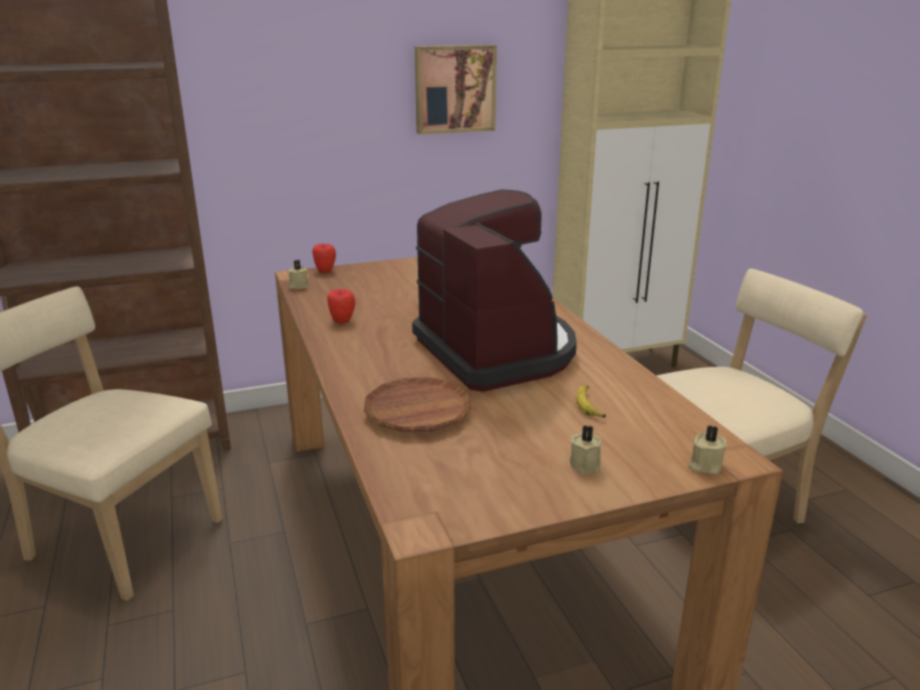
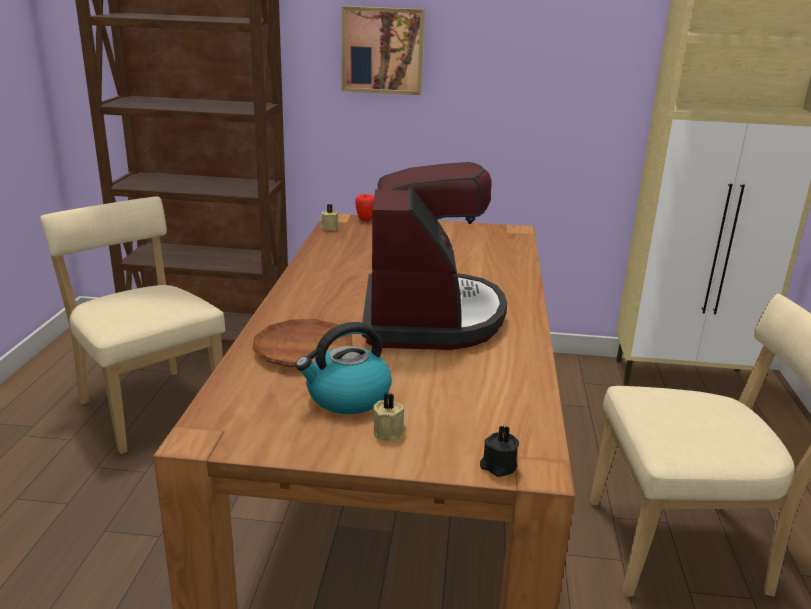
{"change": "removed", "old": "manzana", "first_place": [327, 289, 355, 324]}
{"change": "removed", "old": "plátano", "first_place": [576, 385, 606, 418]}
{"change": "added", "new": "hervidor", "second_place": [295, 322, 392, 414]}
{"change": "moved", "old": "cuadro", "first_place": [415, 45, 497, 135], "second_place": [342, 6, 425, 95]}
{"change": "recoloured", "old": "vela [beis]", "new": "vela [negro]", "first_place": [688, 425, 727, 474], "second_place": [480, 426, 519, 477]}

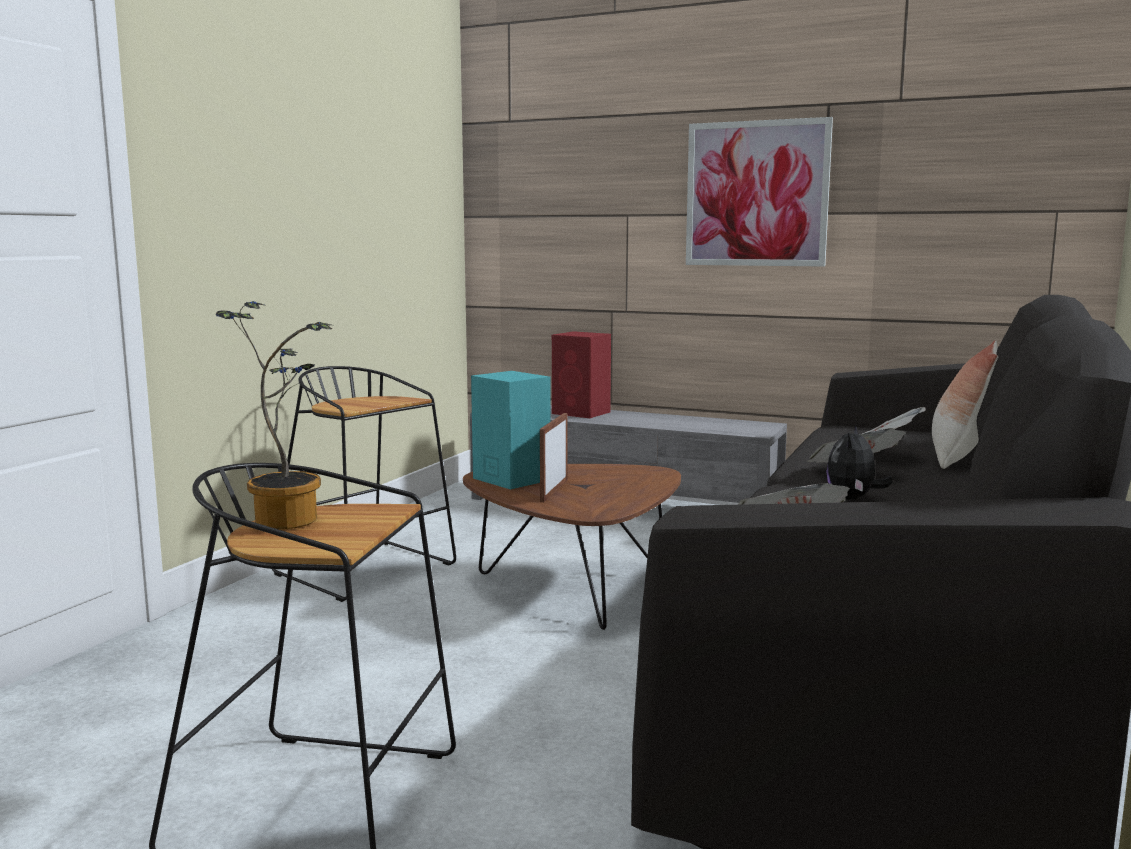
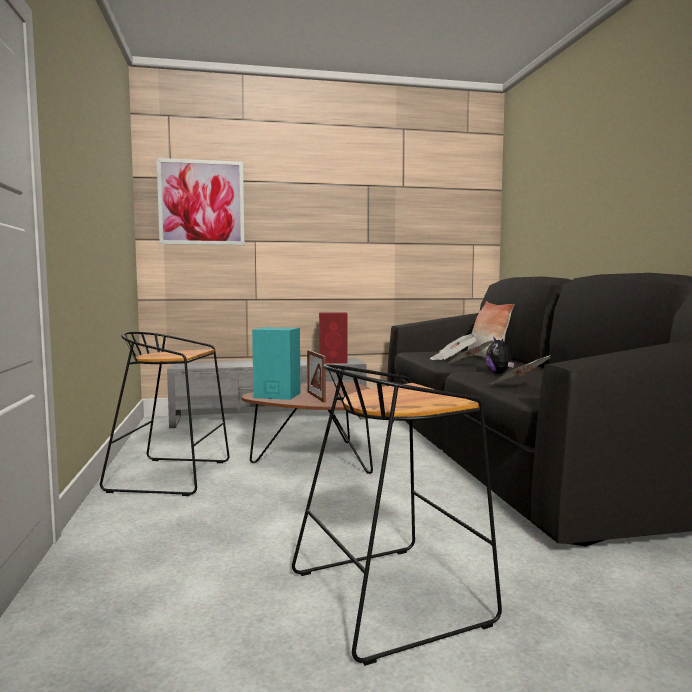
{"change": "removed", "old": "planta en maceta", "first_place": [216, 301, 332, 530]}
{"change": "moved", "old": "altavoz [rojo]", "first_place": [552, 331, 611, 418], "second_place": [319, 312, 348, 364]}
{"change": "moved", "old": "cuadro", "first_place": [686, 117, 833, 267], "second_place": [157, 158, 245, 245]}

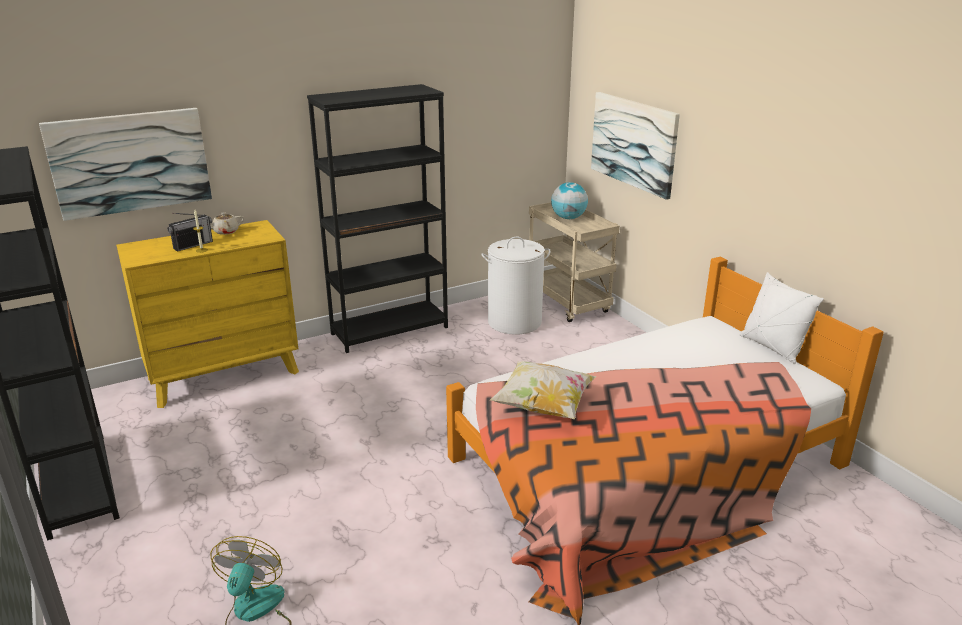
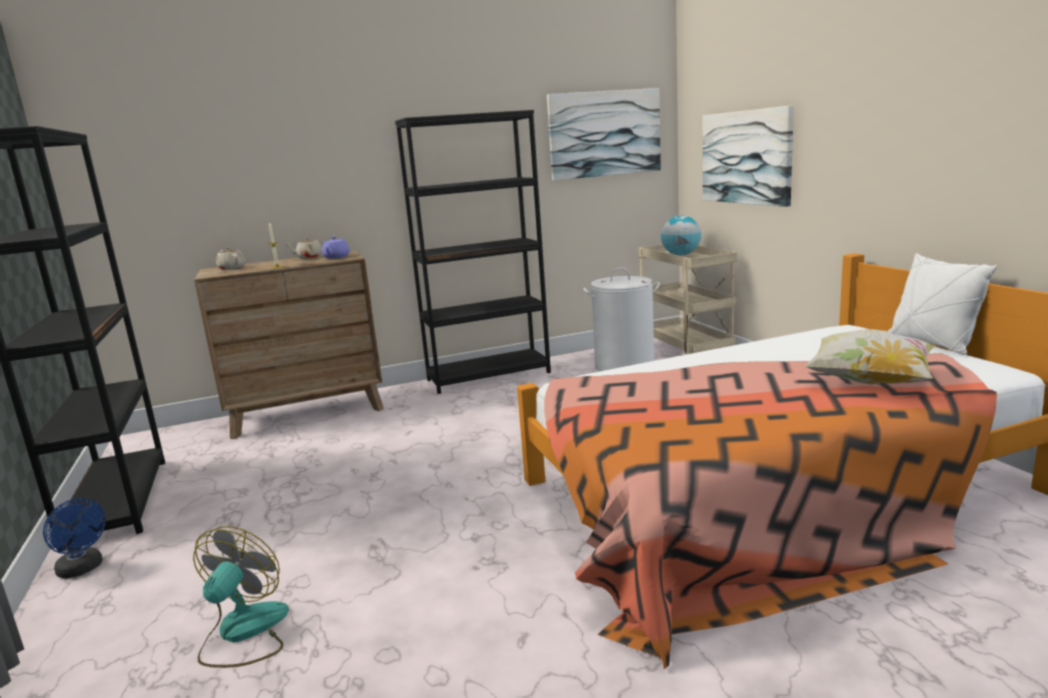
{"change": "removed", "old": "radio", "first_place": [167, 213, 213, 252]}
{"change": "added", "new": "ventilador [azul]", "second_place": [43, 498, 106, 579]}
{"change": "added", "new": "tetera [beis]", "second_place": [216, 247, 245, 270]}
{"change": "added", "new": "tetera [morado]", "second_place": [322, 236, 350, 259]}
{"change": "moved", "old": "cuadro", "first_place": [39, 108, 212, 221], "second_place": [547, 88, 661, 181]}
{"change": "moved", "old": "cojín", "first_place": [490, 361, 597, 419], "second_place": [804, 329, 935, 385]}
{"change": "recoloured", "old": "cómoda [amarillo]", "new": "cómoda [marrón]", "first_place": [116, 220, 299, 408], "second_place": [194, 251, 384, 439]}

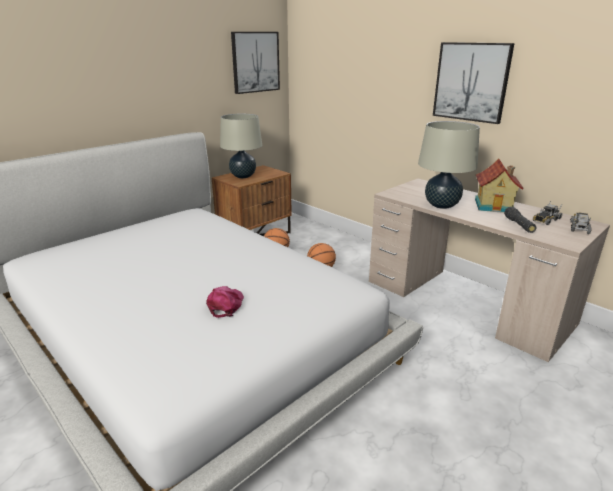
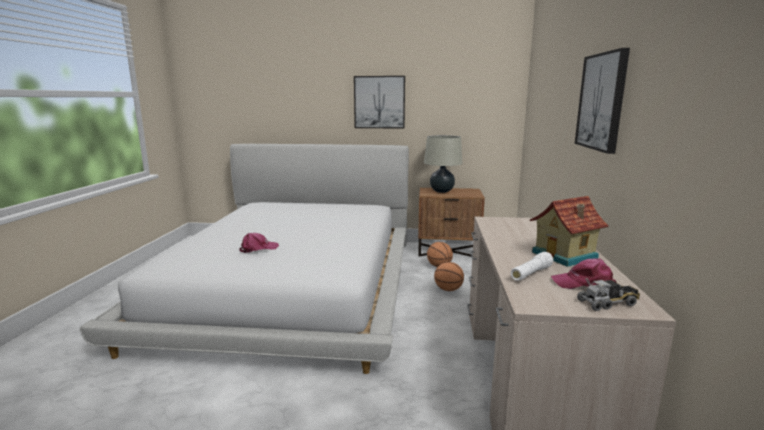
{"change": "removed", "old": "lámpara de mesa [beis]", "first_place": [418, 121, 480, 209]}
{"change": "moved", "old": "cuadro", "first_place": [231, 32, 280, 94], "second_place": [354, 76, 405, 129]}
{"change": "replaced", "old": "camión de juguete", "new": "gorra [rosa]", "first_place": [533, 201, 562, 225], "second_place": [551, 258, 617, 289]}
{"change": "recoloured", "old": "linterna [negro]", "new": "linterna [blanco]", "first_place": [504, 207, 537, 233], "second_place": [511, 252, 553, 281]}

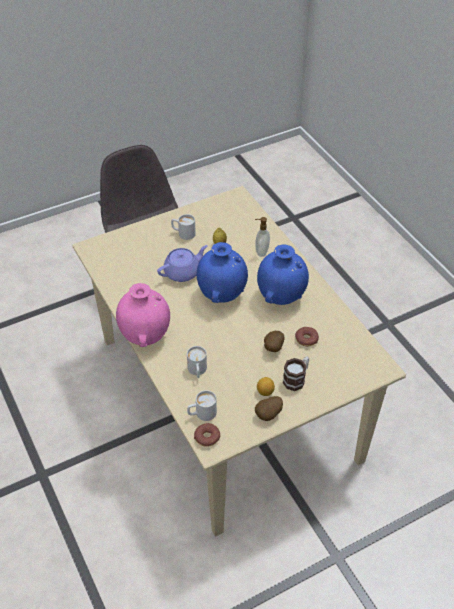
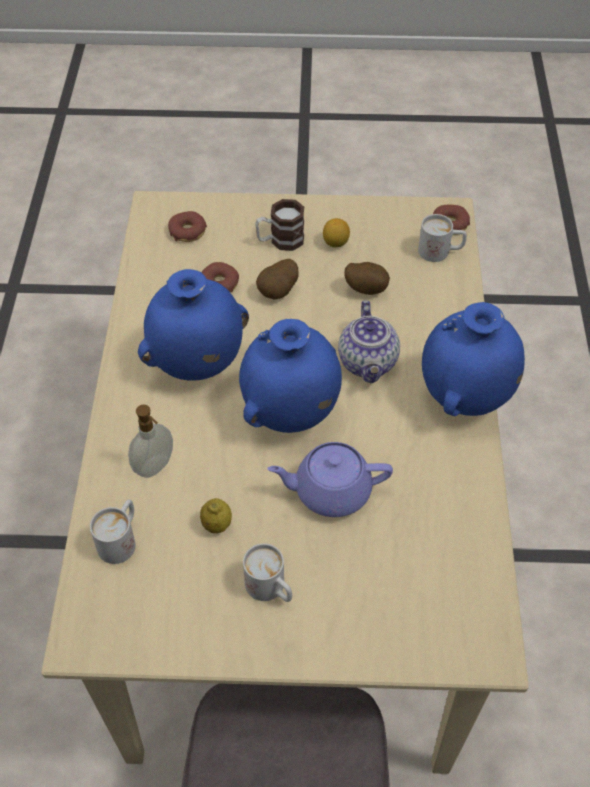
{"change": "added", "new": "rosquilla", "second_place": [168, 211, 207, 242]}
{"change": "added", "new": "tetera", "second_place": [338, 300, 400, 383]}
{"change": "moved", "old": "taza grande [blanco]", "first_place": [187, 346, 207, 378], "second_place": [90, 500, 136, 564]}
{"change": "moved", "old": "patata", "first_place": [255, 396, 283, 421], "second_place": [344, 262, 390, 295]}
{"change": "recoloured", "old": "florero [rosa]", "new": "florero [azul]", "first_place": [116, 283, 170, 347], "second_place": [422, 302, 525, 416]}

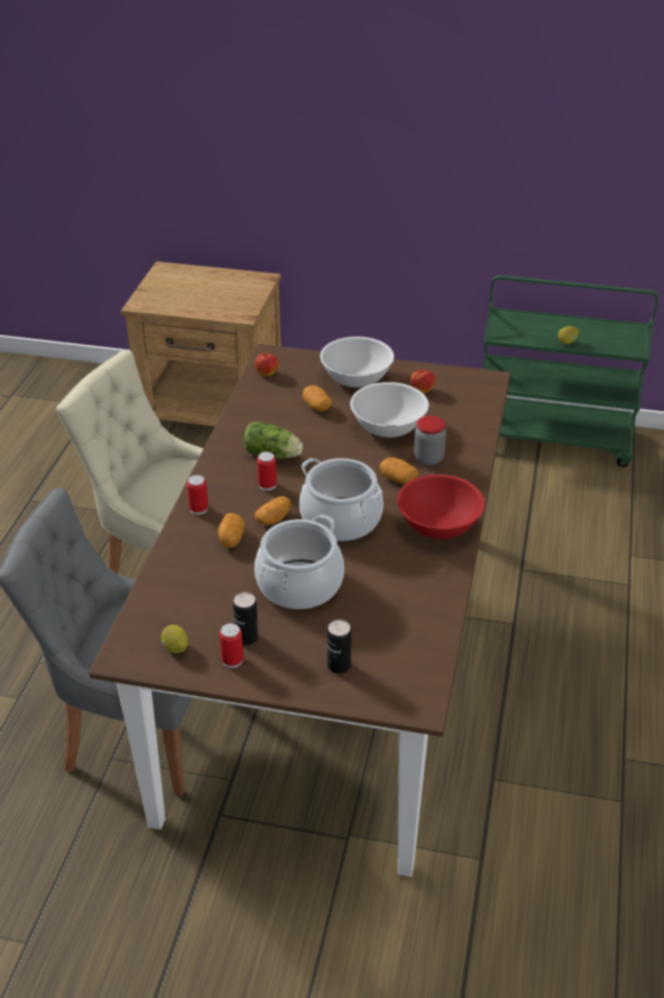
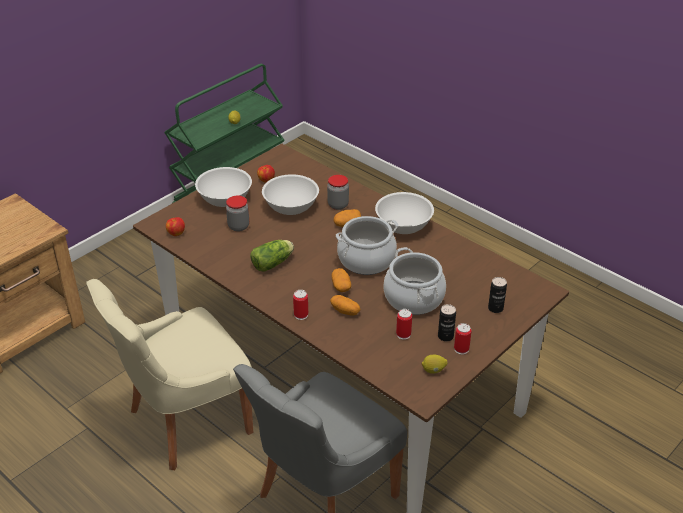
{"change": "moved", "old": "lata", "first_place": [257, 452, 277, 491], "second_place": [396, 309, 412, 340]}
{"change": "replaced", "old": "patata", "new": "tarro", "first_place": [302, 385, 332, 411], "second_place": [226, 195, 249, 232]}
{"change": "recoloured", "old": "cuenco [rojo]", "new": "cuenco [blanco]", "first_place": [397, 474, 485, 539], "second_place": [375, 192, 434, 234]}

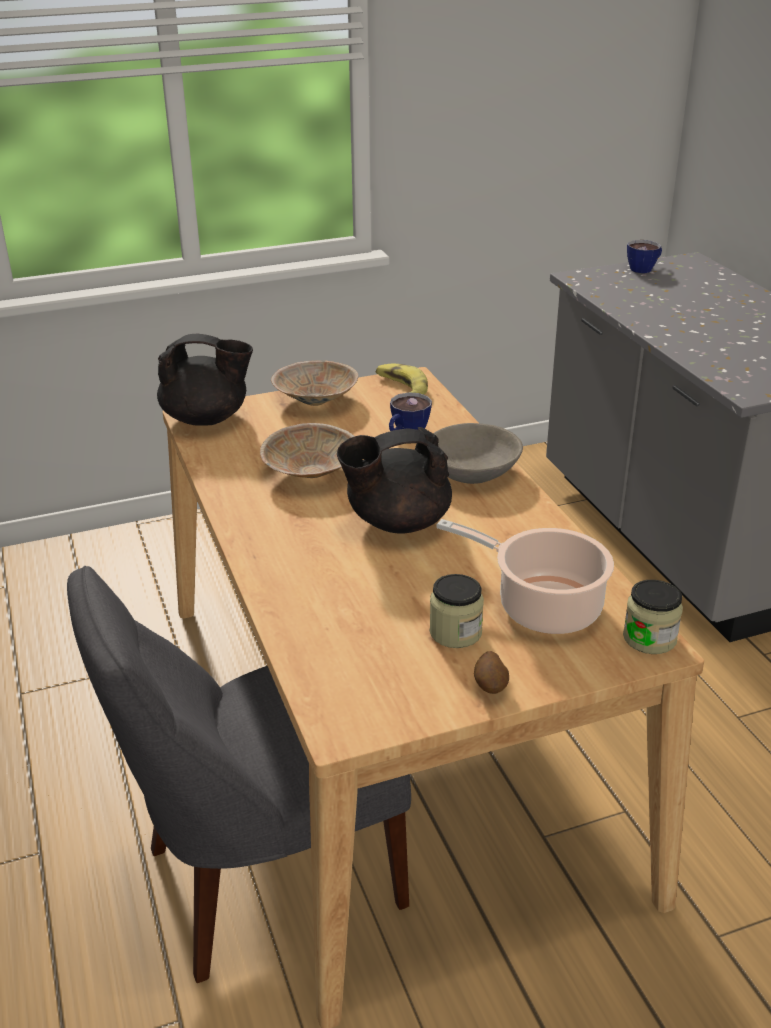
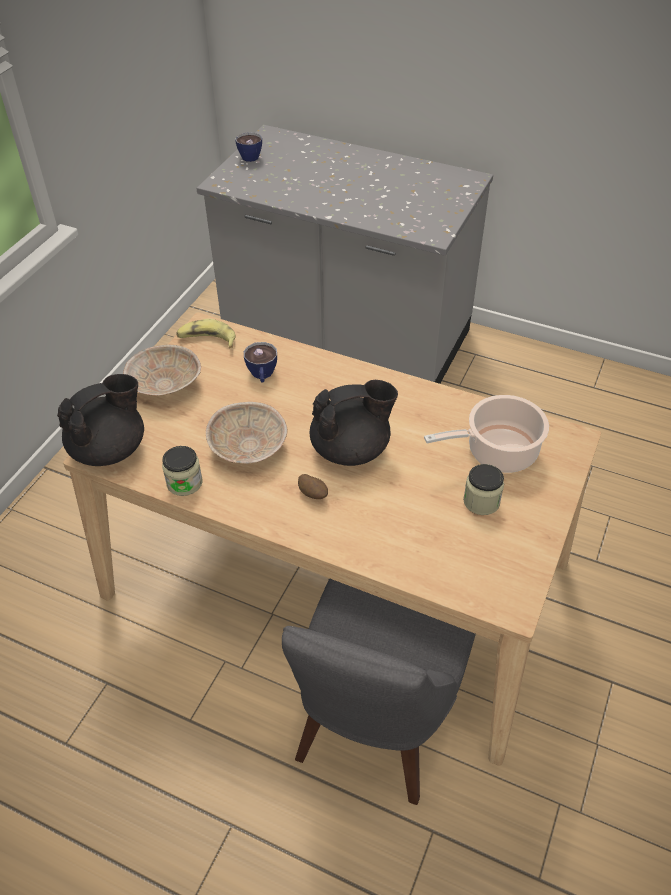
{"change": "removed", "old": "cuenco [gris]", "first_place": [433, 423, 523, 484]}
{"change": "moved", "old": "patata", "first_place": [474, 651, 509, 694], "second_place": [298, 474, 328, 499]}
{"change": "moved", "old": "tarro", "first_place": [623, 580, 683, 654], "second_place": [162, 446, 203, 496]}
{"change": "turned", "old": "tetera [negro]", "first_place": [337, 427, 452, 534], "second_place": [310, 380, 398, 466], "degrees": -135}

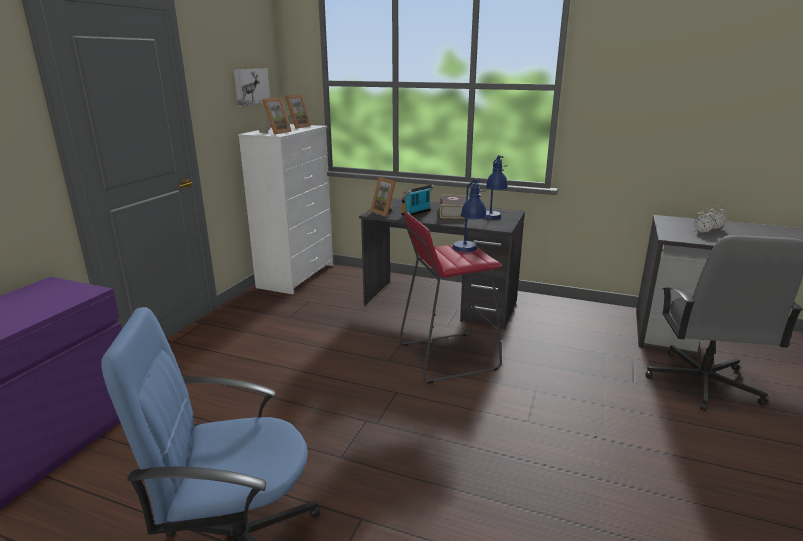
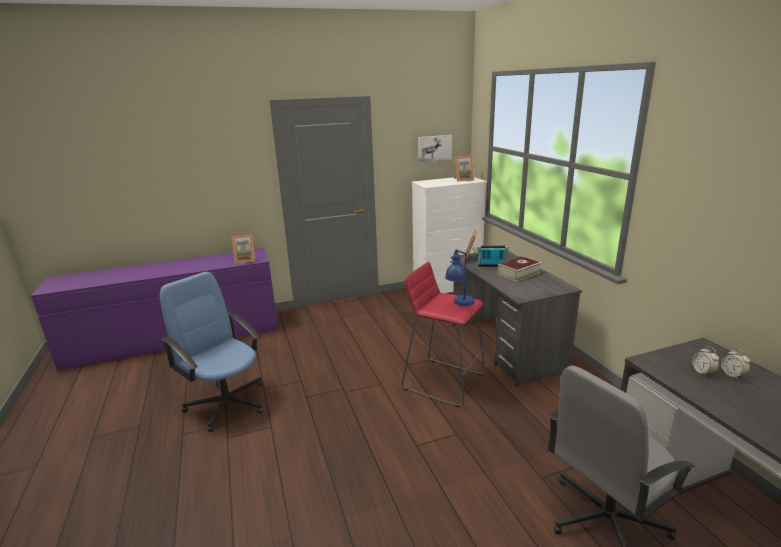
{"change": "removed", "old": "lámpara de mesa [azul]", "first_place": [484, 155, 508, 220]}
{"change": "moved", "old": "portarretratos", "first_place": [259, 97, 292, 135], "second_place": [231, 234, 255, 264]}

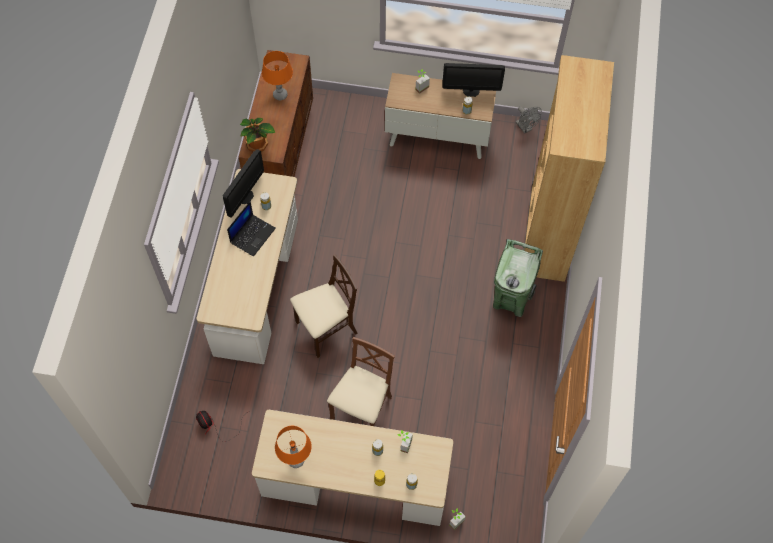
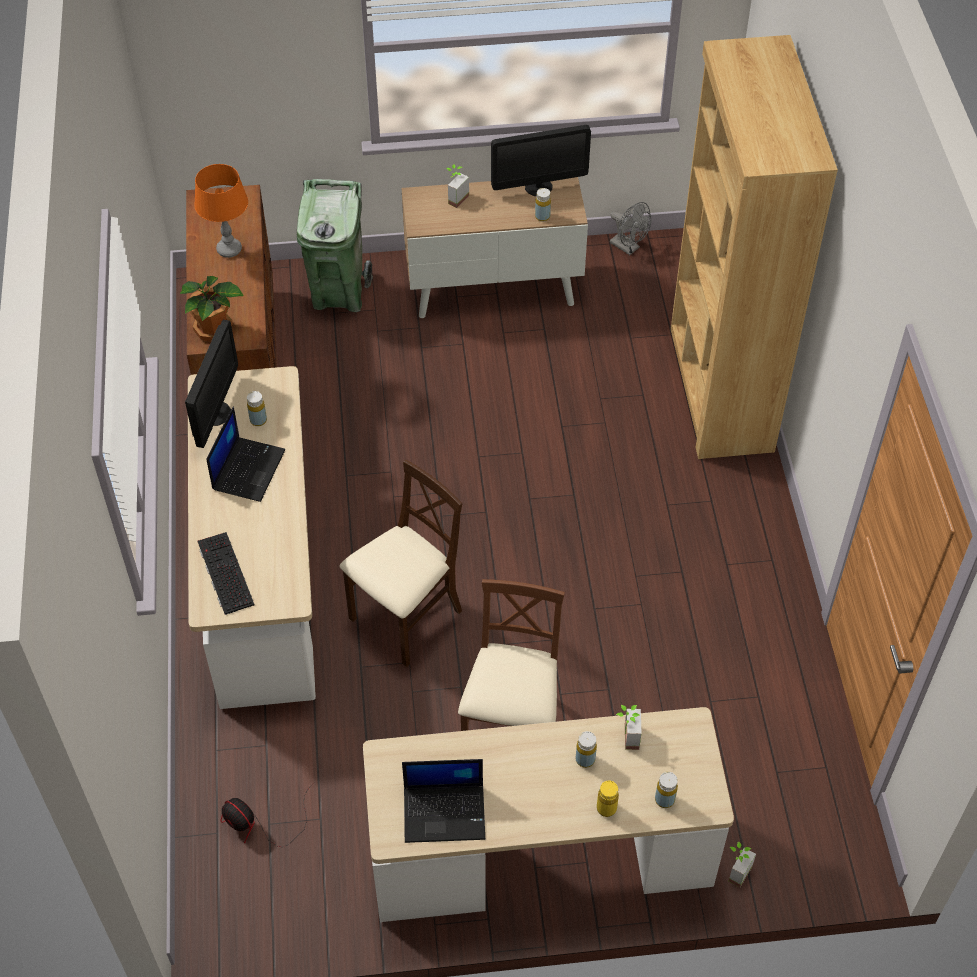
{"change": "added", "new": "teclado", "second_place": [198, 532, 255, 615]}
{"change": "moved", "old": "papelera [verde]", "first_place": [493, 239, 543, 317], "second_place": [297, 179, 373, 312]}
{"change": "replaced", "old": "lámpara de mesa [naranja]", "new": "portátil", "first_place": [275, 426, 312, 468], "second_place": [402, 759, 485, 843]}

